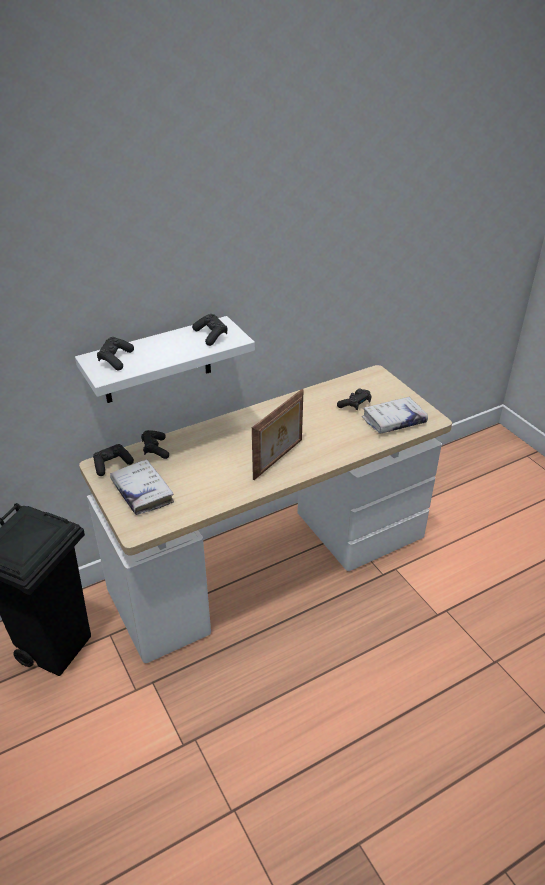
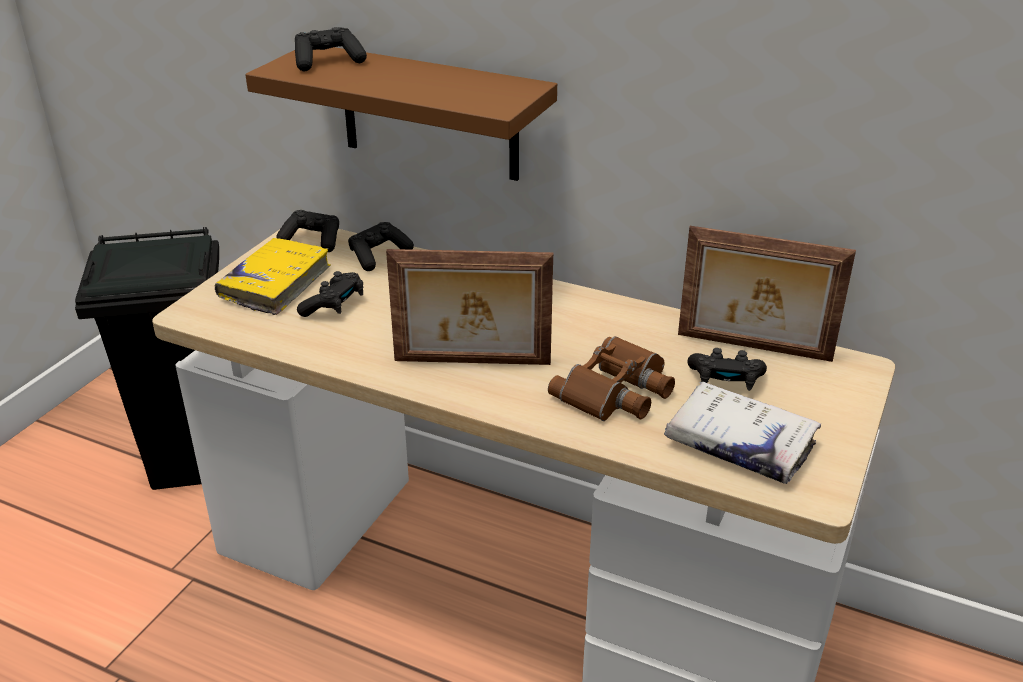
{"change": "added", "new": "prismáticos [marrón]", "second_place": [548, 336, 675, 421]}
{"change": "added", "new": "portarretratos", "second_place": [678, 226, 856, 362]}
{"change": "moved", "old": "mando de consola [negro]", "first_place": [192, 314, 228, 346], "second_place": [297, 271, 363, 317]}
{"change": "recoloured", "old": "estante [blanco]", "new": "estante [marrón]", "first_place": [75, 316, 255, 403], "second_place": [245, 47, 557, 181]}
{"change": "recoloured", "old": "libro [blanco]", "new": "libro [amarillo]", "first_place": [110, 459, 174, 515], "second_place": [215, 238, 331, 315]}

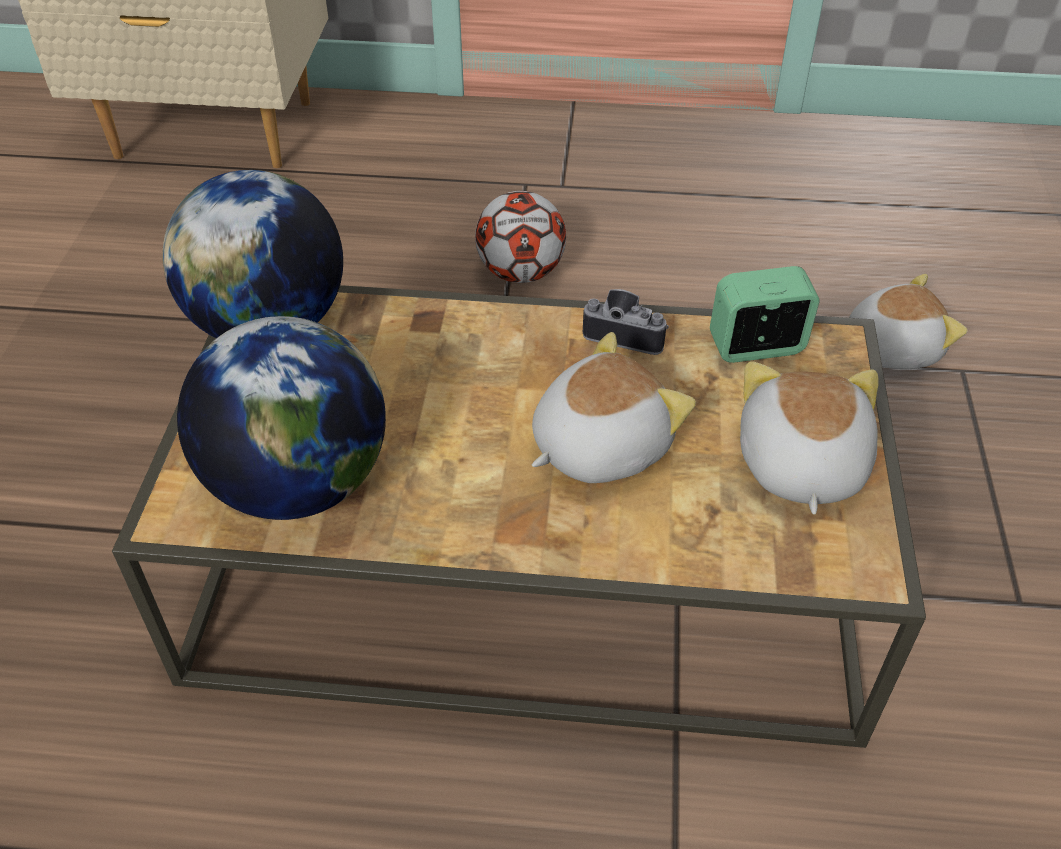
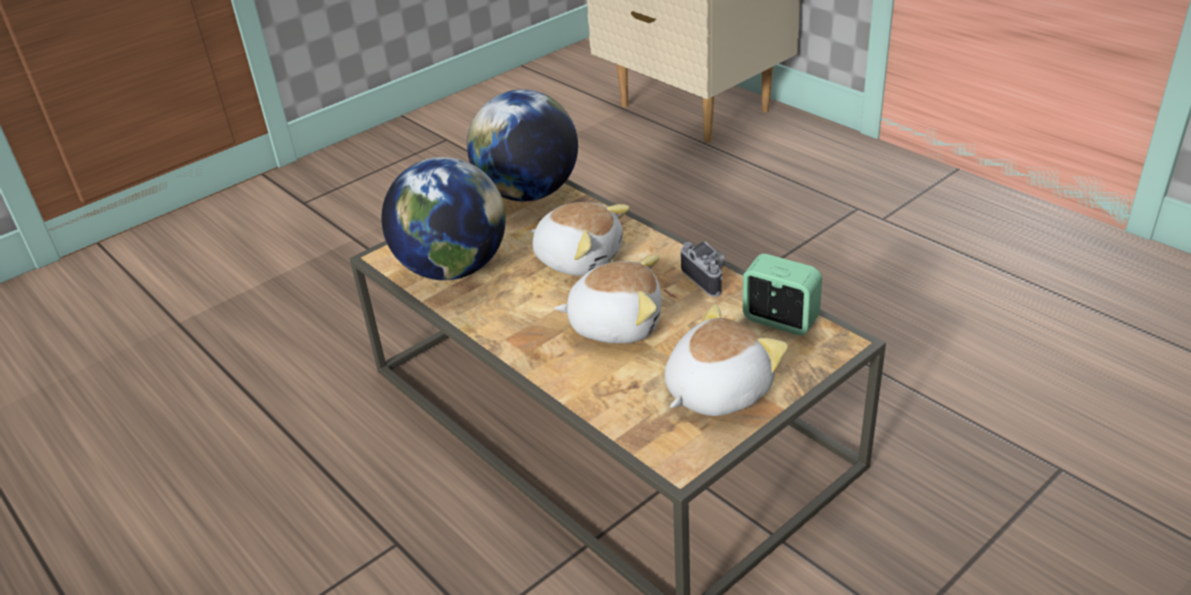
{"change": "removed", "old": "balón de fútbol", "first_place": [475, 191, 566, 283]}
{"change": "moved", "old": "peluche", "first_place": [849, 274, 967, 370], "second_place": [530, 202, 630, 276]}

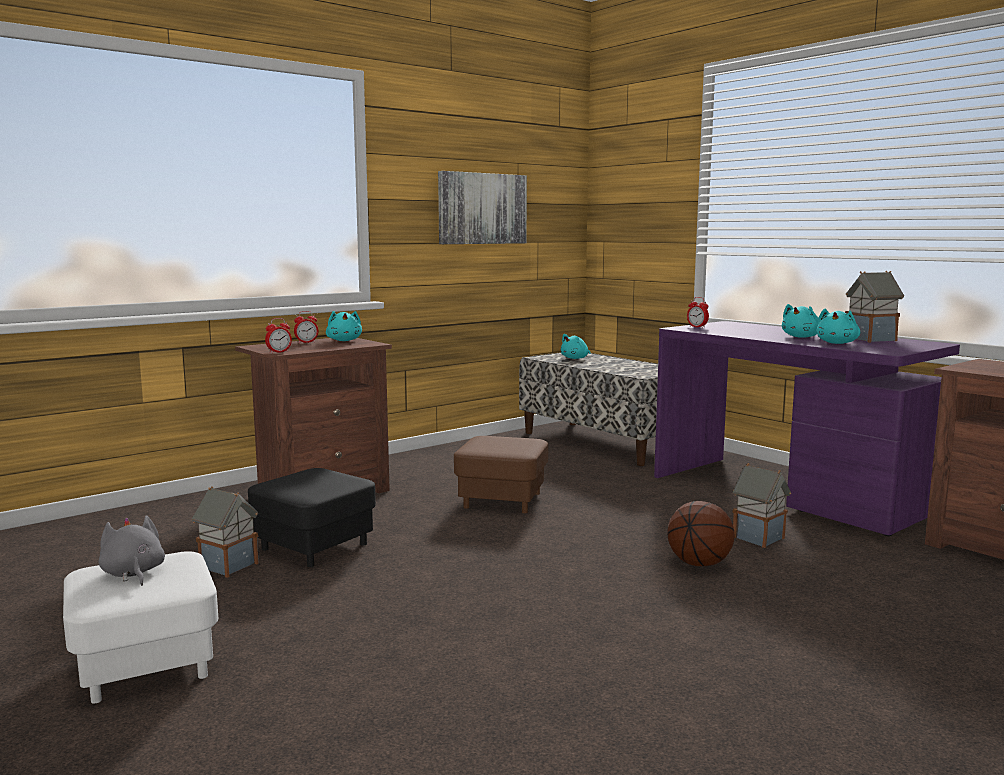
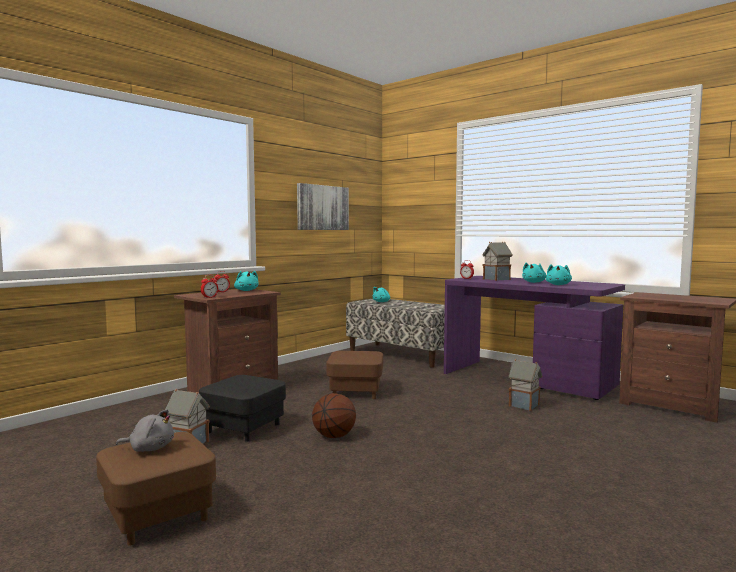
{"change": "moved", "old": "balón de baloncesto", "first_place": [667, 501, 734, 566], "second_place": [312, 393, 356, 438]}
{"change": "moved", "old": "casita", "first_place": [845, 271, 904, 343], "second_place": [482, 242, 513, 281]}
{"change": "recoloured", "old": "puf [blanco]", "new": "puf [marrón]", "first_place": [63, 551, 218, 703], "second_place": [96, 432, 216, 546]}
{"change": "turned", "old": "peluche [gris]", "first_place": [99, 515, 165, 586], "second_place": [116, 409, 174, 452], "degrees": 135}

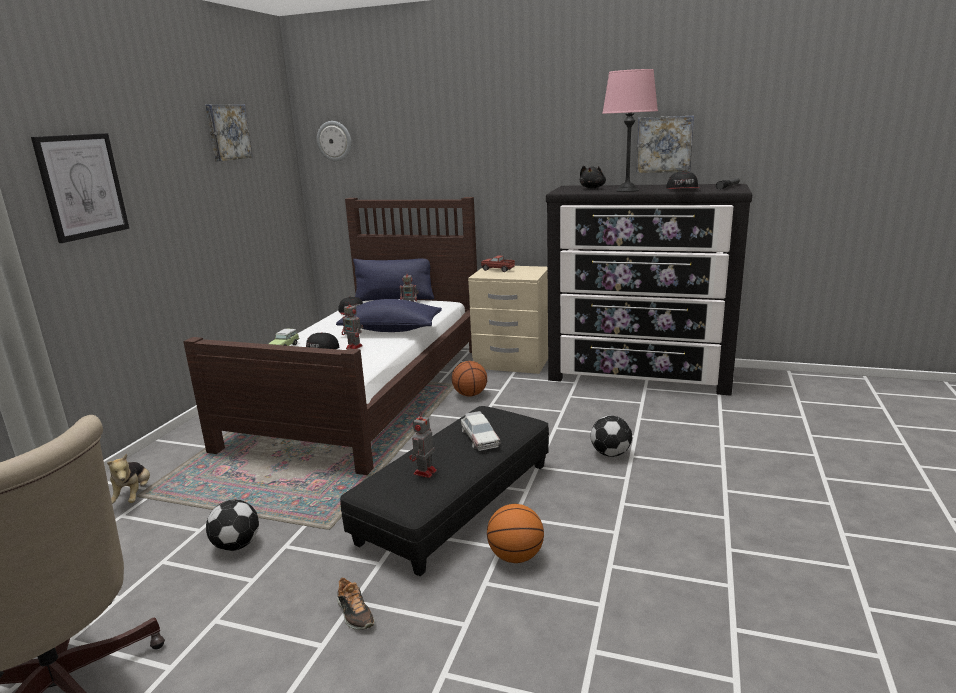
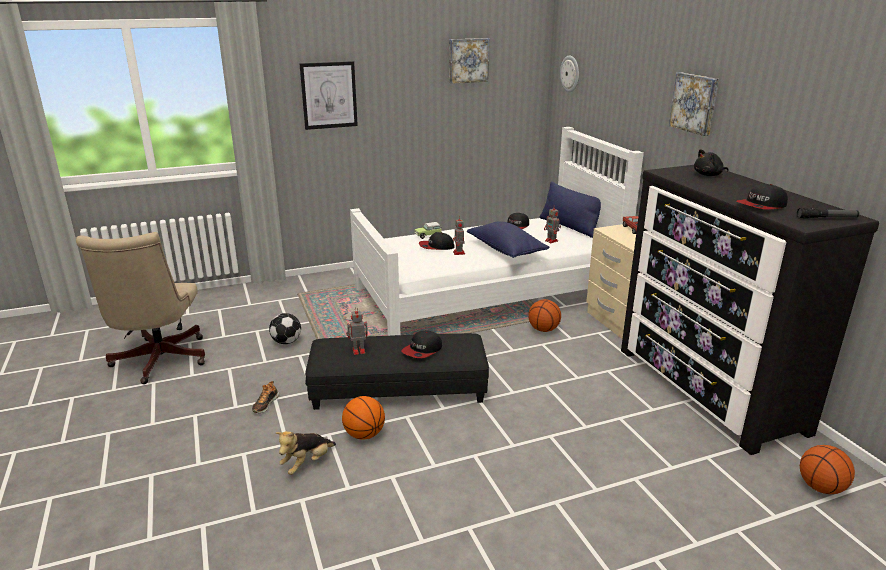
{"change": "removed", "old": "balón de fútbol", "first_place": [591, 416, 632, 457]}
{"change": "removed", "old": "lámpara de mesa [rosa]", "first_place": [602, 69, 658, 192]}
{"change": "added", "new": "balón de baloncesto", "second_place": [800, 445, 855, 494]}
{"change": "moved", "old": "peluche", "first_place": [107, 453, 150, 504], "second_place": [276, 431, 336, 475]}
{"change": "moved", "old": "cuadro", "first_place": [636, 116, 694, 173], "second_place": [669, 72, 719, 136]}
{"change": "replaced", "old": "coche de juguete", "new": "gorra", "first_place": [461, 411, 500, 451], "second_place": [401, 330, 442, 358]}
{"change": "recoloured", "old": "cama [marrón]", "new": "cama [blanco]", "first_place": [183, 197, 477, 475], "second_place": [350, 127, 644, 336]}

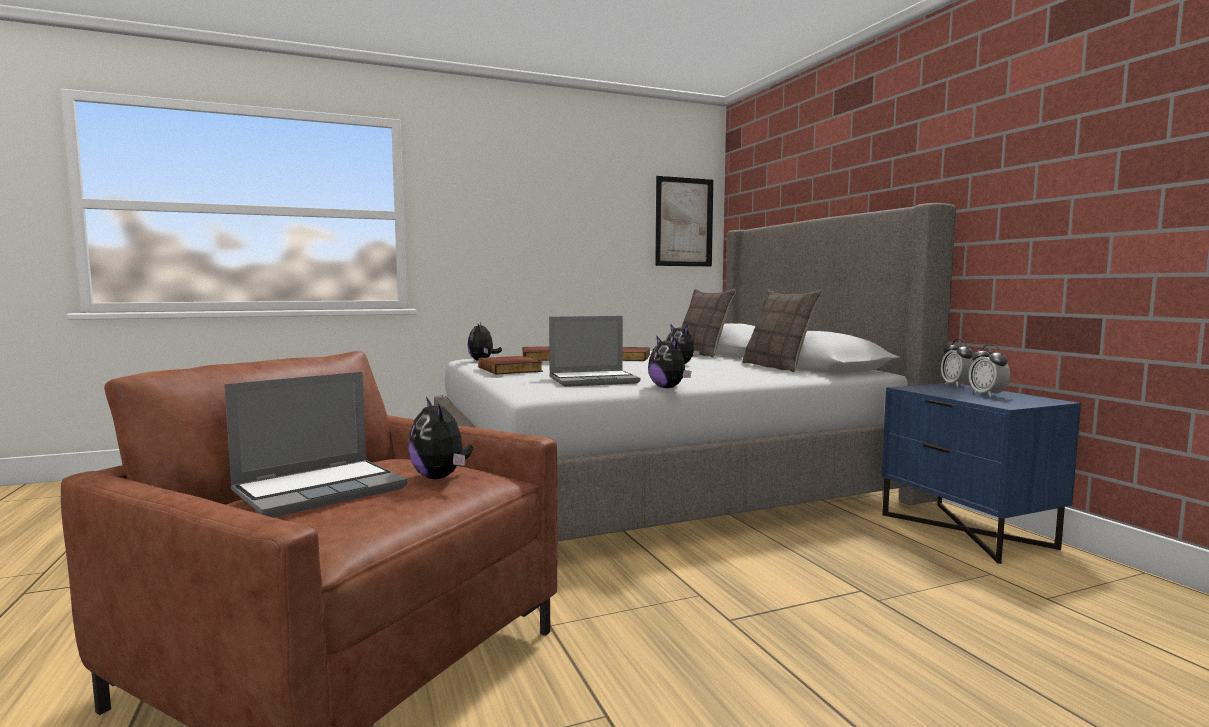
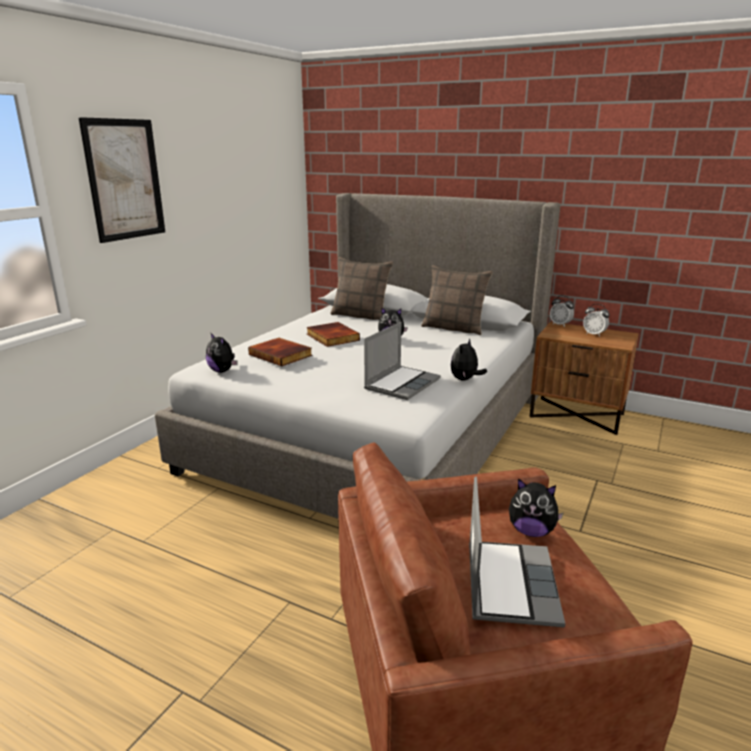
{"change": "removed", "old": "libro", "first_place": [478, 356, 543, 374]}
{"change": "moved", "old": "cuadro", "first_place": [655, 176, 713, 266], "second_place": [78, 117, 165, 243]}
{"change": "recoloured", "old": "mesita de noche [azul]", "new": "mesita de noche [marrón]", "first_place": [882, 383, 1081, 564], "second_place": [529, 322, 639, 435]}
{"change": "turned", "old": "peluche", "first_place": [648, 336, 691, 388], "second_place": [451, 338, 487, 380], "degrees": 105}

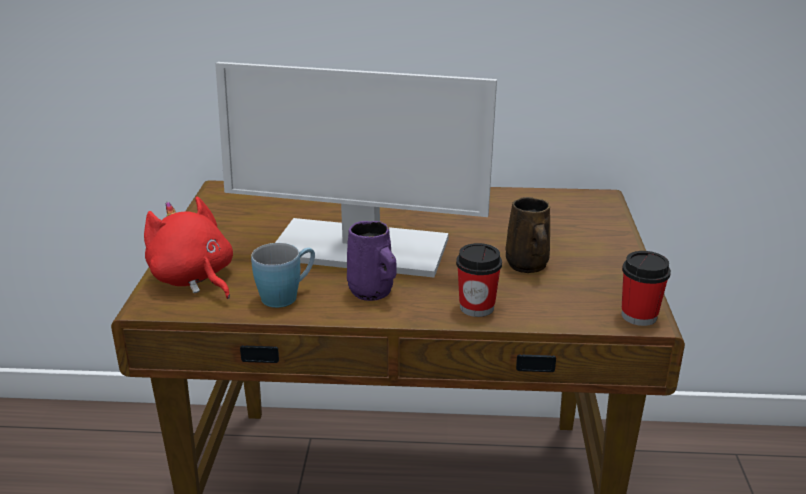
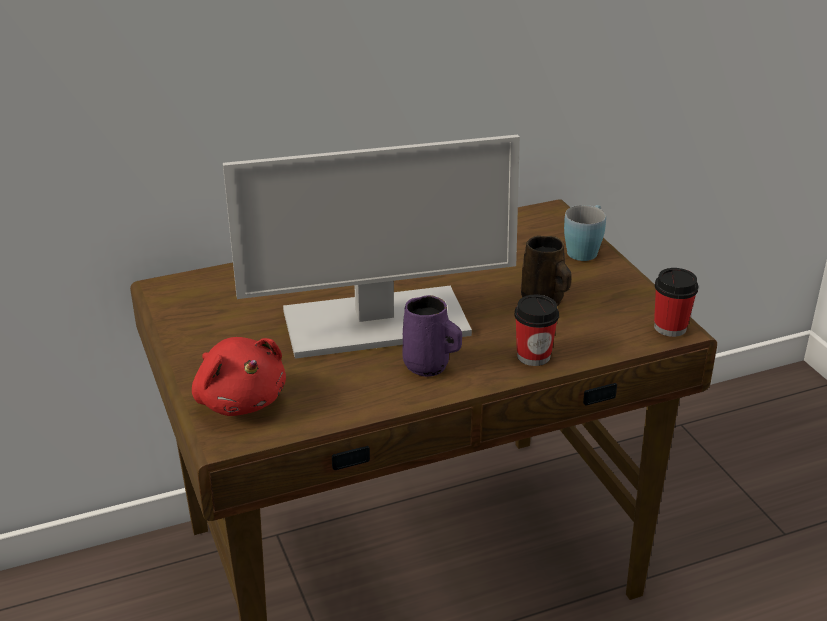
{"change": "moved", "old": "taza grande [azul]", "first_place": [251, 243, 315, 308], "second_place": [564, 205, 606, 261]}
{"change": "turned", "old": "peluche [rojo]", "first_place": [144, 197, 233, 299], "second_place": [192, 337, 286, 416], "degrees": -150}

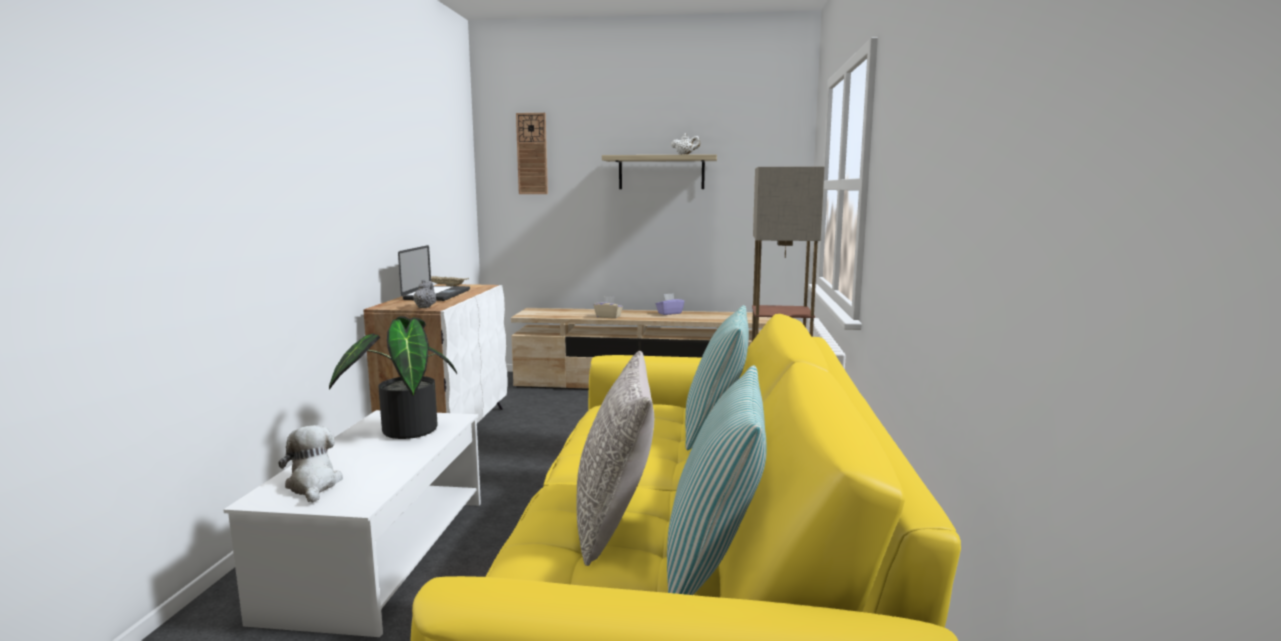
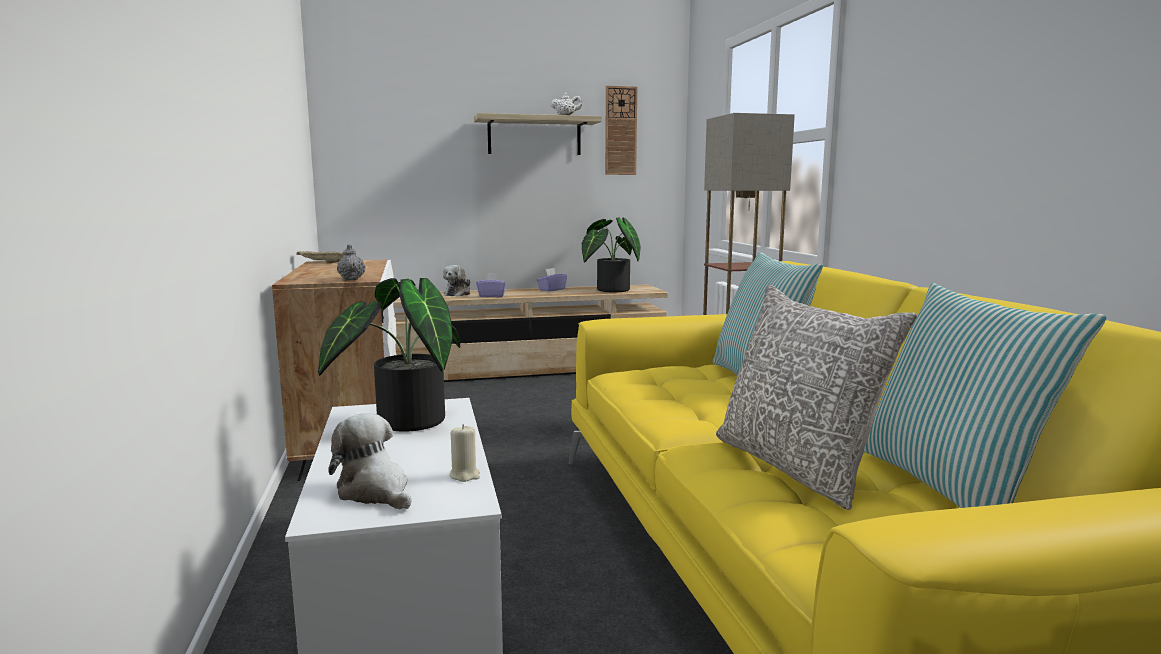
{"change": "removed", "old": "portátil", "first_place": [398, 245, 470, 301]}
{"change": "added", "new": "peluche", "second_place": [443, 265, 471, 296]}
{"change": "added", "new": "vela [beis]", "second_place": [450, 424, 480, 482]}
{"change": "added", "new": "planta en maceta", "second_place": [582, 218, 641, 292]}
{"change": "moved", "old": "reloj de pared", "first_place": [516, 113, 548, 194], "second_place": [605, 86, 638, 175]}
{"change": "recoloured", "old": "caja de pañuelos [beis]", "new": "caja de pañuelos [morado]", "first_place": [594, 296, 623, 318], "second_place": [476, 273, 507, 297]}

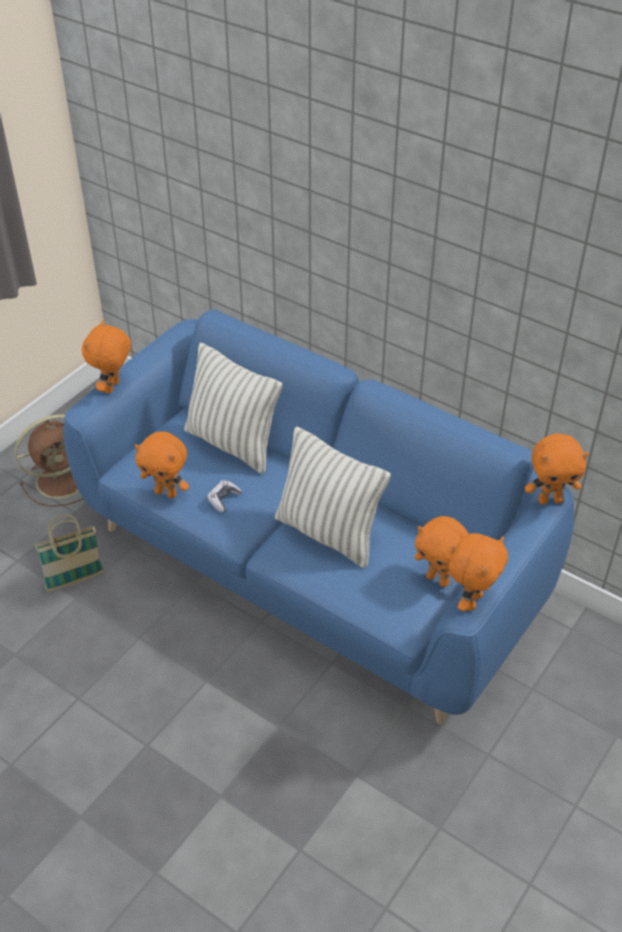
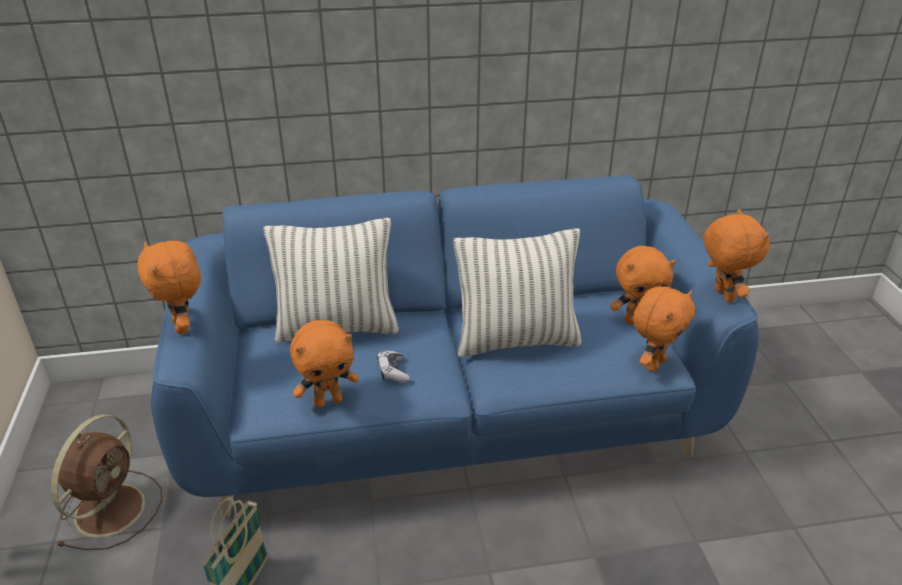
{"change": "moved", "old": "peluche [naranja]", "first_place": [525, 433, 589, 504], "second_place": [633, 286, 695, 372]}

